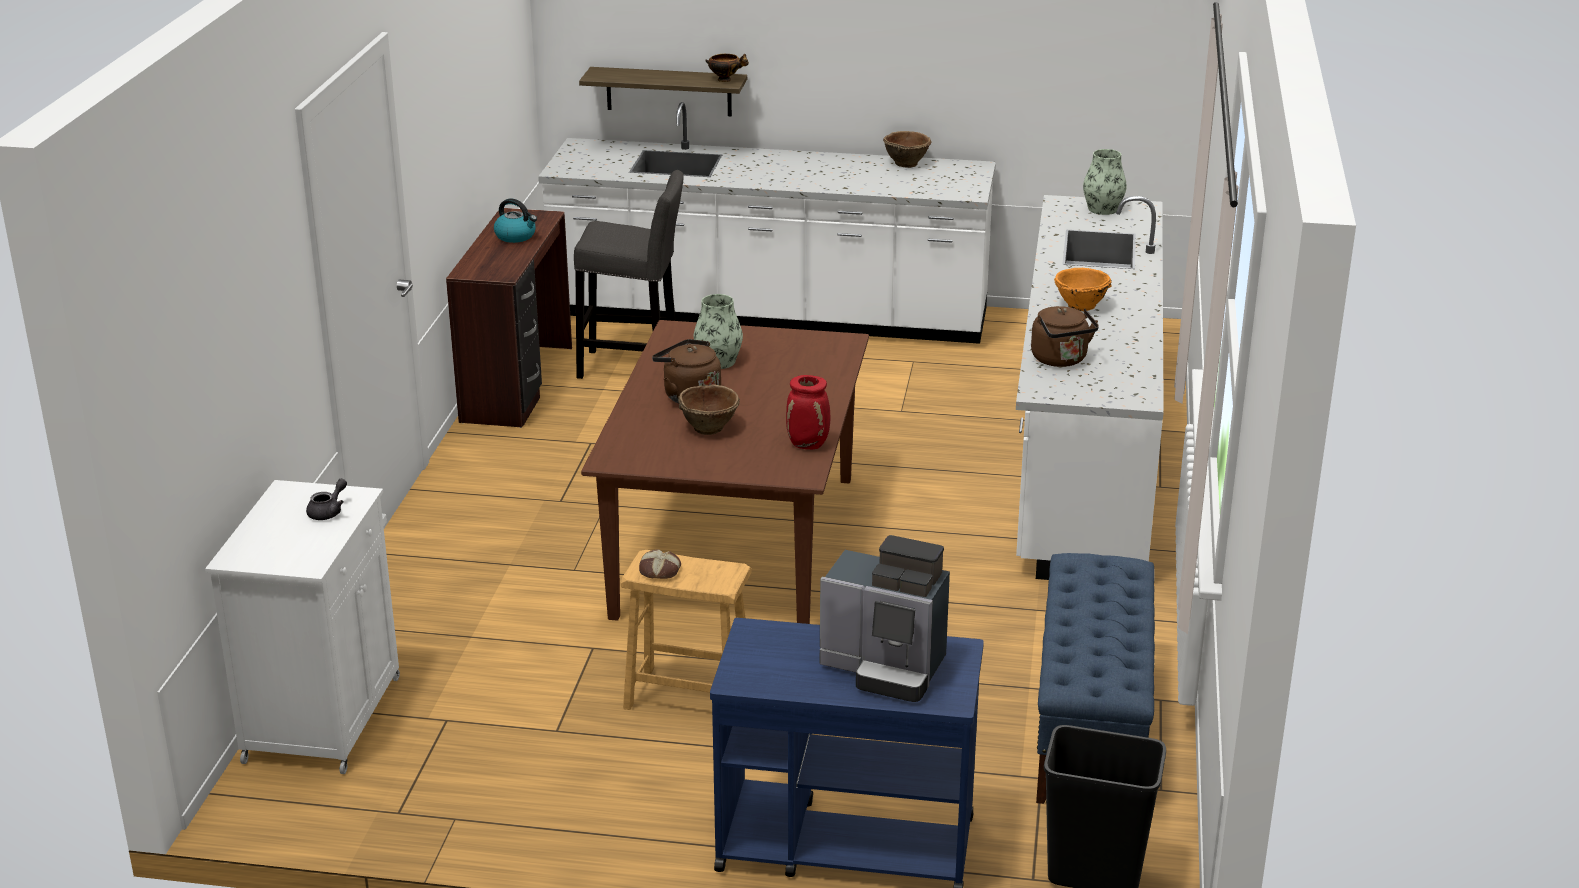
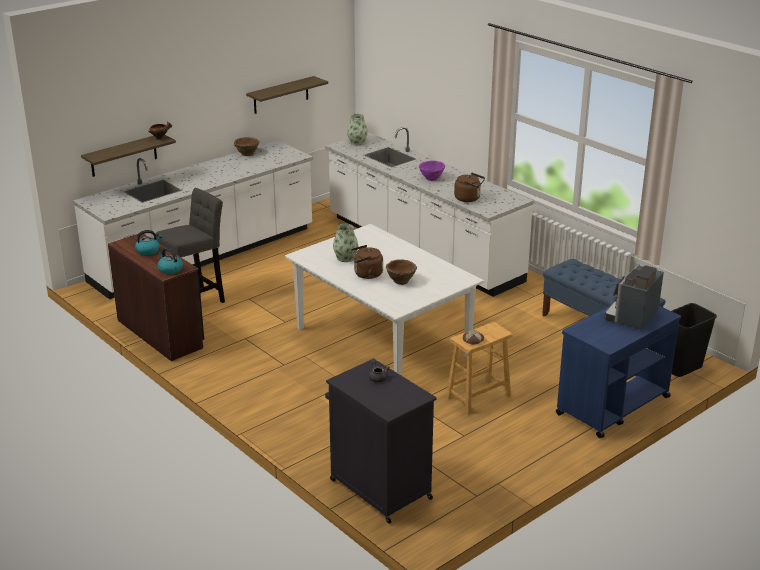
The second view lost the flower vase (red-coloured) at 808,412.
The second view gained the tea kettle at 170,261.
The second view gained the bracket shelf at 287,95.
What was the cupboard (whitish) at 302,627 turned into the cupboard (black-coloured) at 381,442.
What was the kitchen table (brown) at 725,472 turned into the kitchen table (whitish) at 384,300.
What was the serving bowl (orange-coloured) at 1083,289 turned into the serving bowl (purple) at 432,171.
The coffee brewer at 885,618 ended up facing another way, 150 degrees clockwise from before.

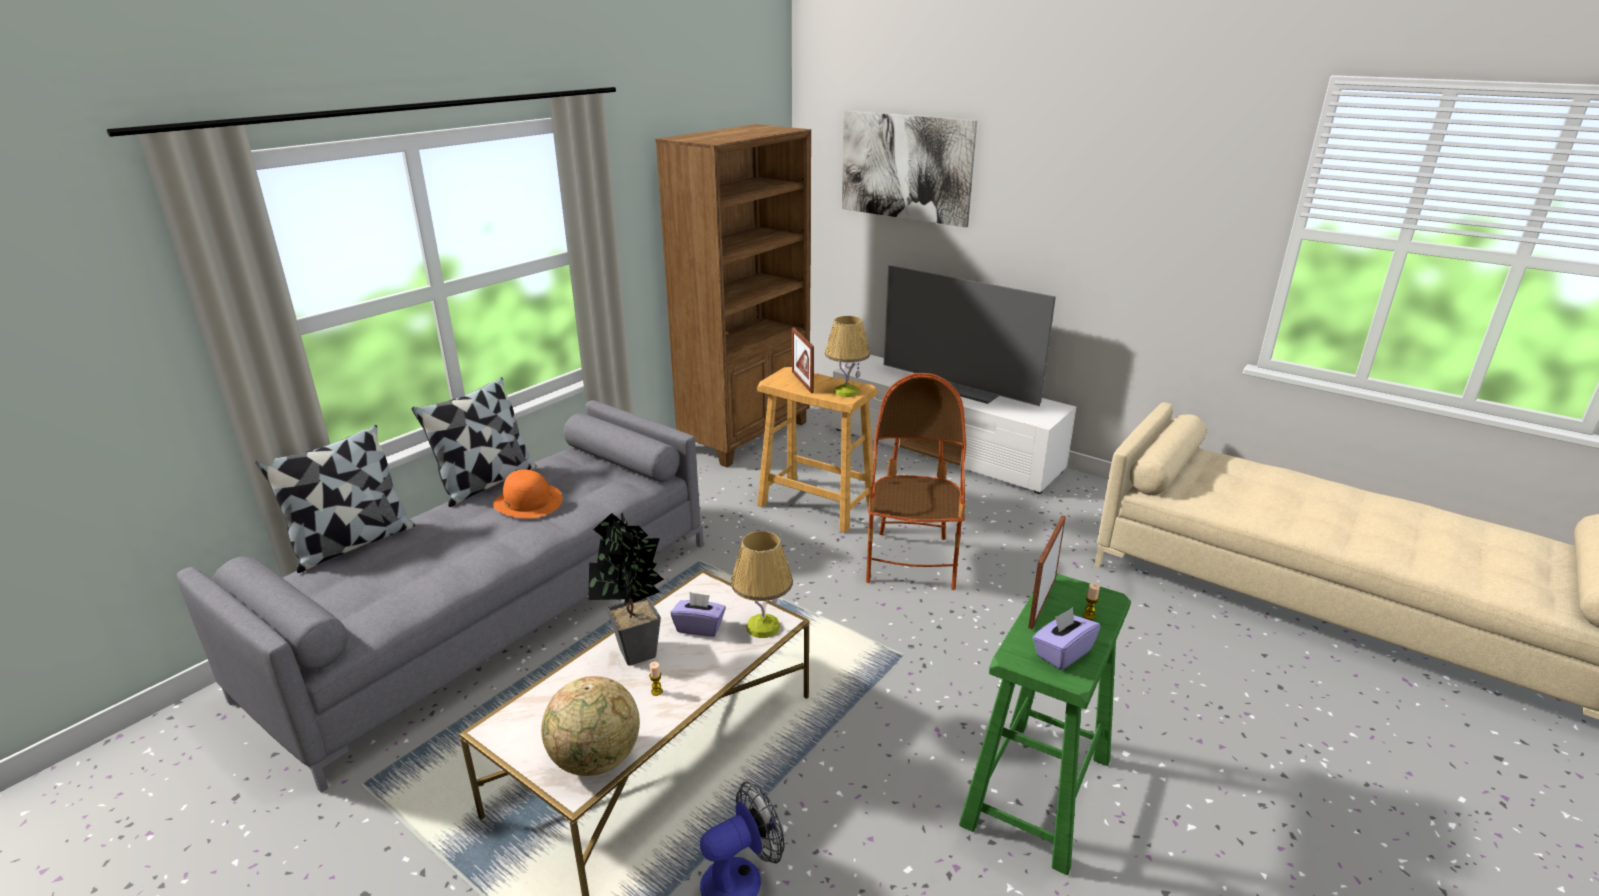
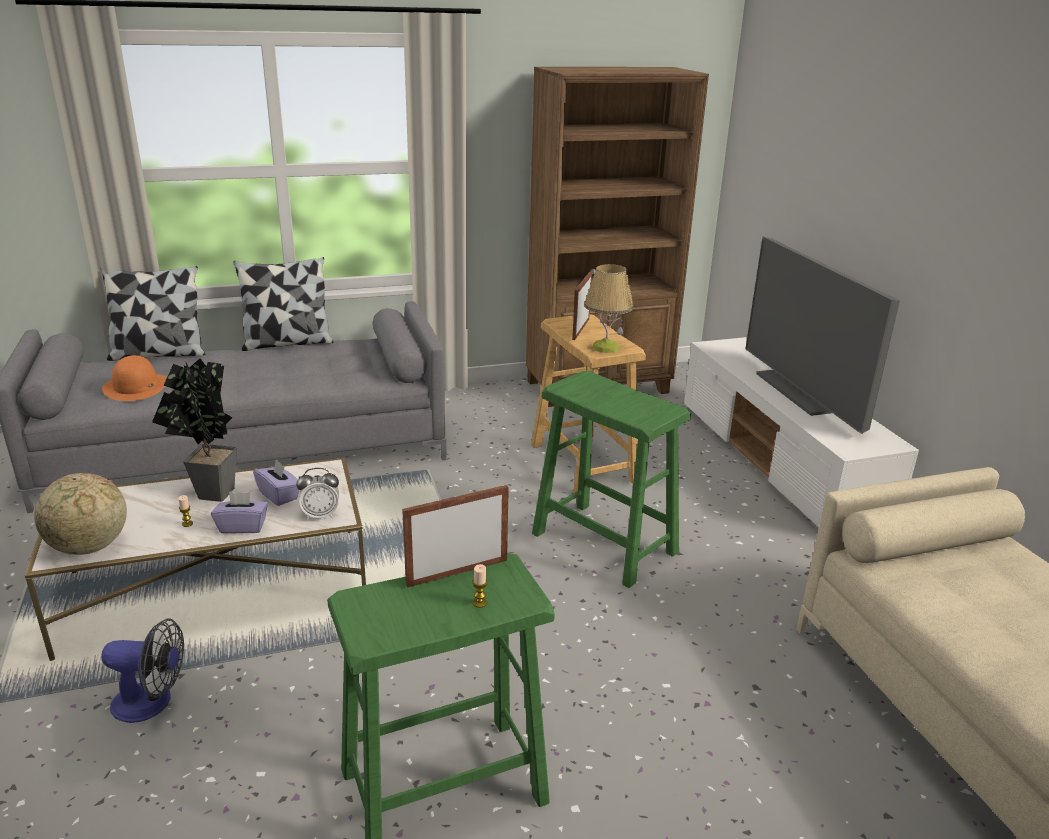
The second view lost the picture at 909,169.
The hat (orange-coloured) ended up elsewhere, having gone from 527,494 to 134,378.
The tissue holder (purple) ended up elsewhere, having gone from 1067,638 to 239,512.
Where the tabletop lamp stood at 762,584, the table clock came to stand at 317,494.
Where the lounge chair stood at 916,481, the sitting stool (greenish) came to stand at 611,479.

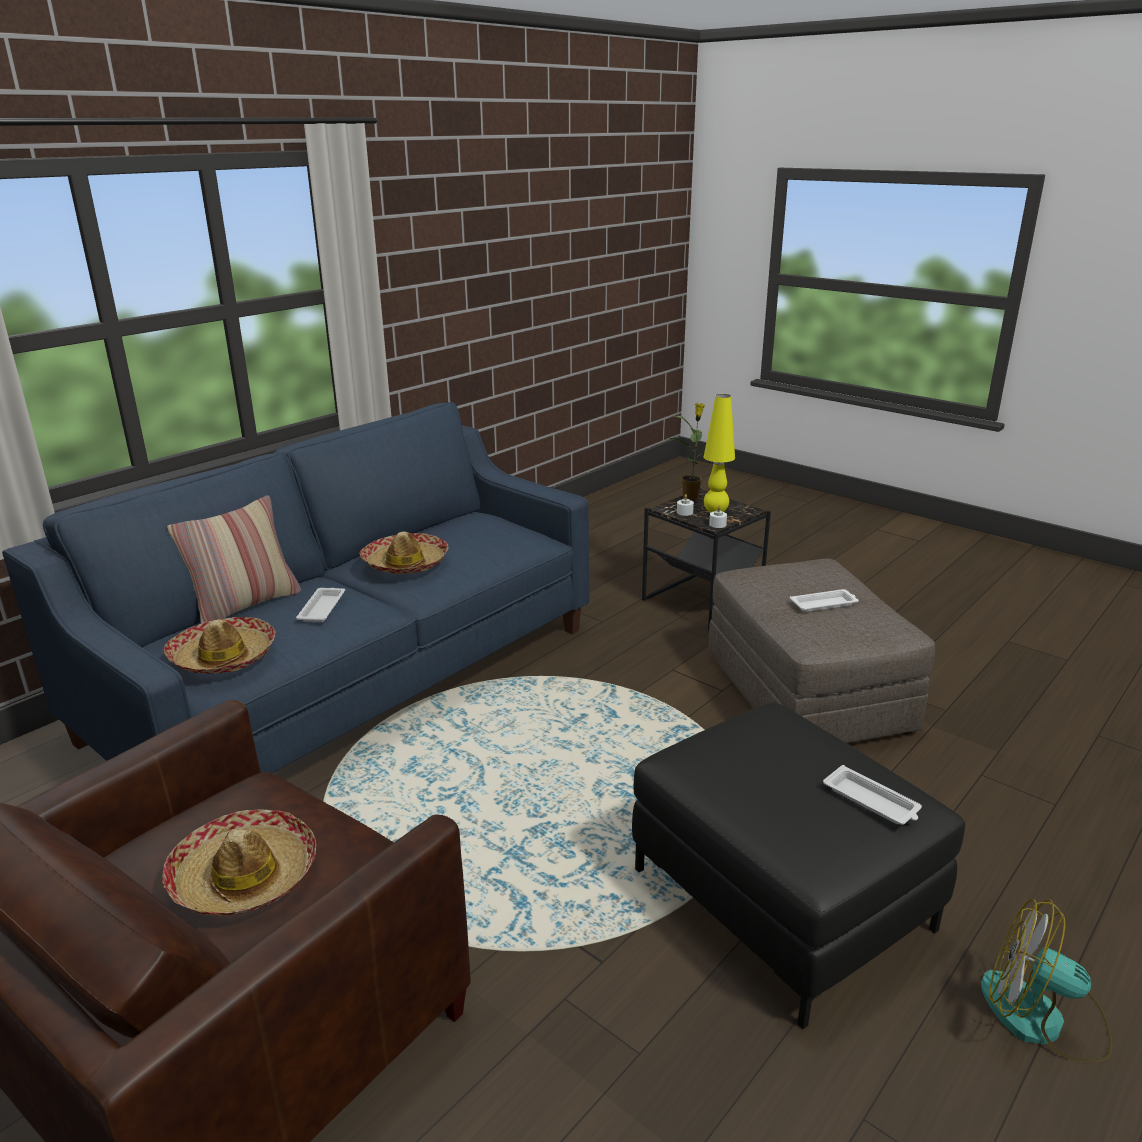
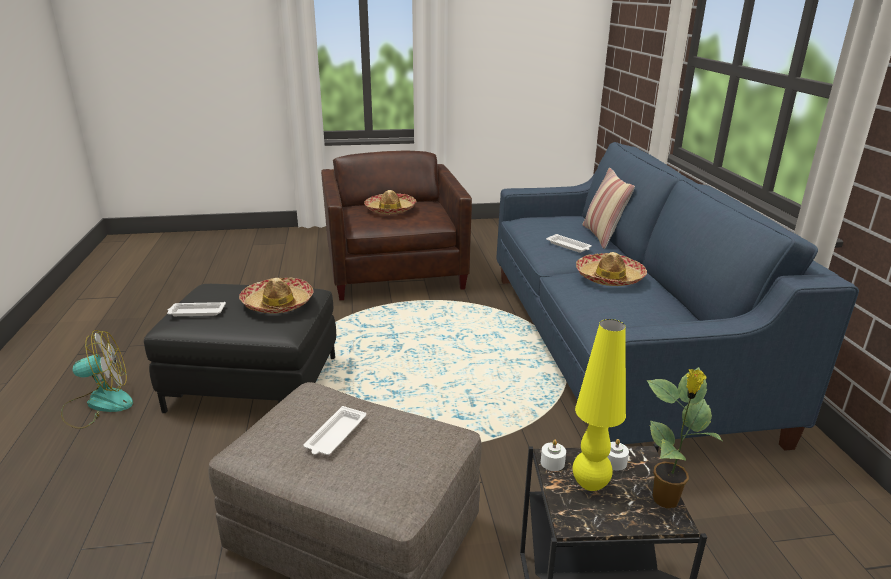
The hat ended up elsewhere, having gone from 219,645 to 276,296.

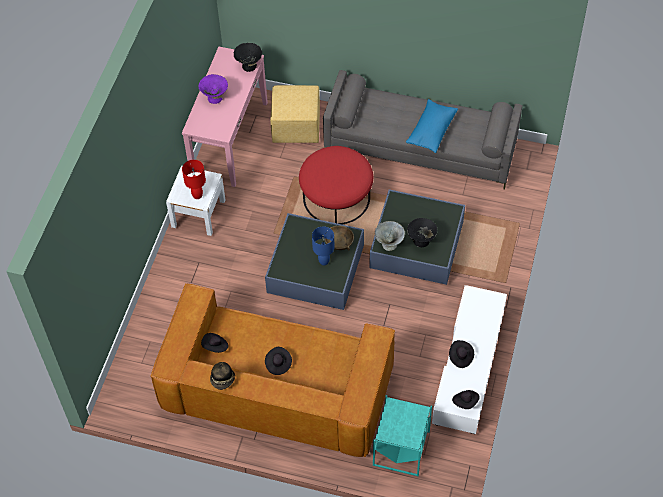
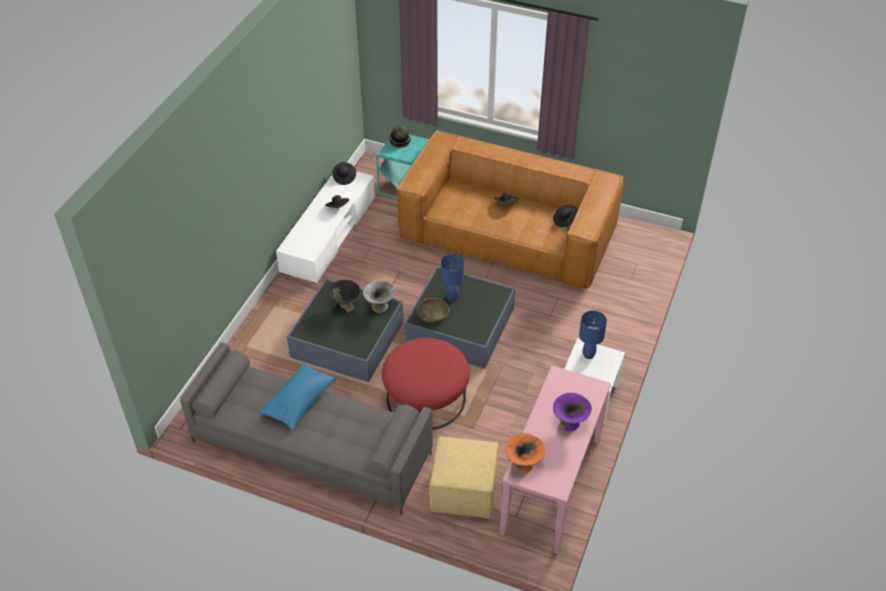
The hat ended up elsewhere, having gone from 222,376 to 400,136.
What was the tabletop lamp (red-coloured) at 194,179 turned into the tabletop lamp (blue-coloured) at 593,335.
What was the serving bowl (black-coloured) at 248,57 turned into the serving bowl (orange-coloured) at 525,453.

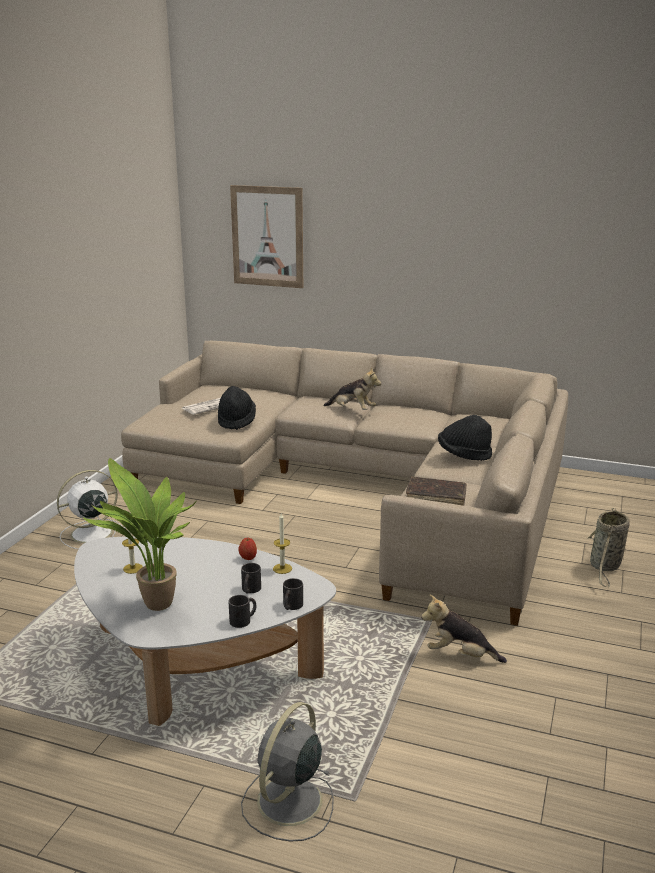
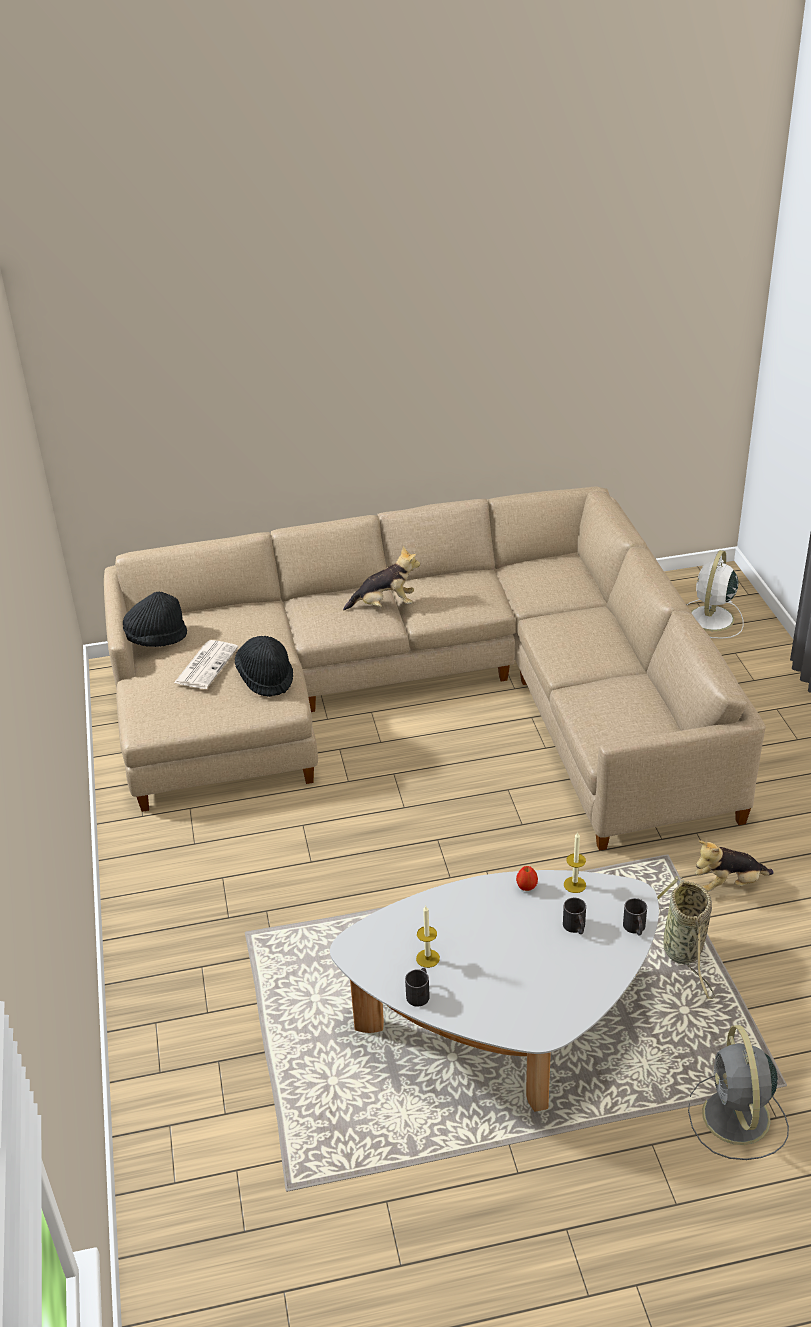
The second view lost the plant in a pot at 139,534.
The second view lost the picture at 266,236.
The second view lost the bound book (brown) at 436,491.
The fan (whitish) ended up elsewhere, having gone from 91,509 to 715,594.
The mug (black-coloured) ended up elsewhere, having gone from 242,611 to 417,987.
The hat (black-coloured) ended up elsewhere, having gone from 465,438 to 155,619.
The basket ended up elsewhere, having gone from 609,548 to 686,937.

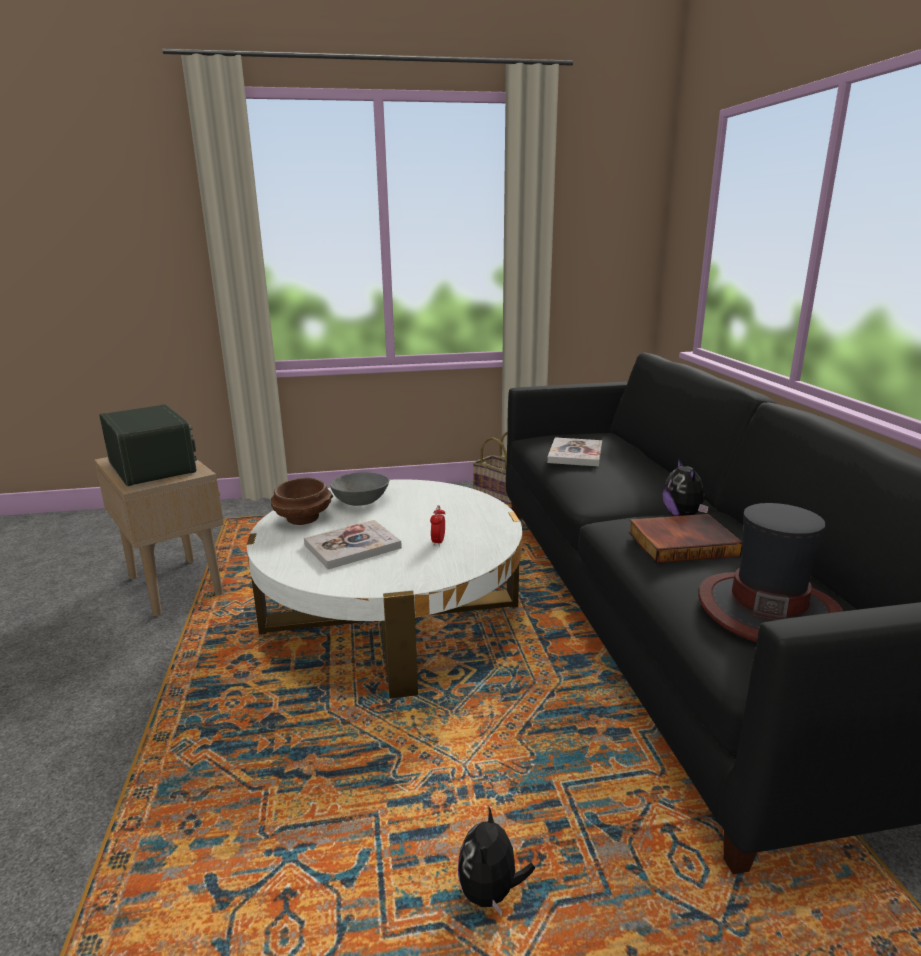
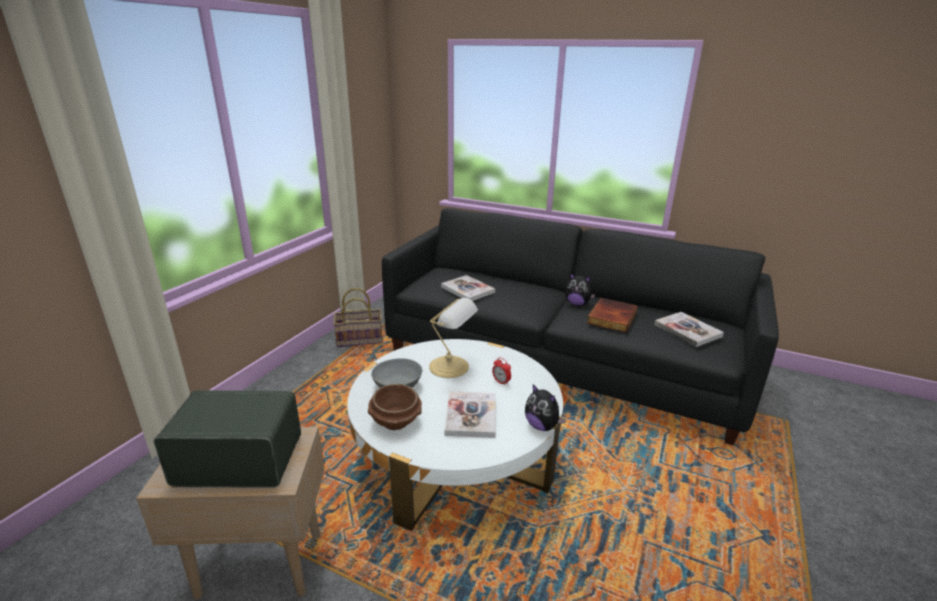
The second view gained the tabletop lamp at 453,338.
The cuddly toy ended up elsewhere, having gone from 496,860 to 545,407.
Where the hat stood at 770,572, the bound book came to stand at 689,329.

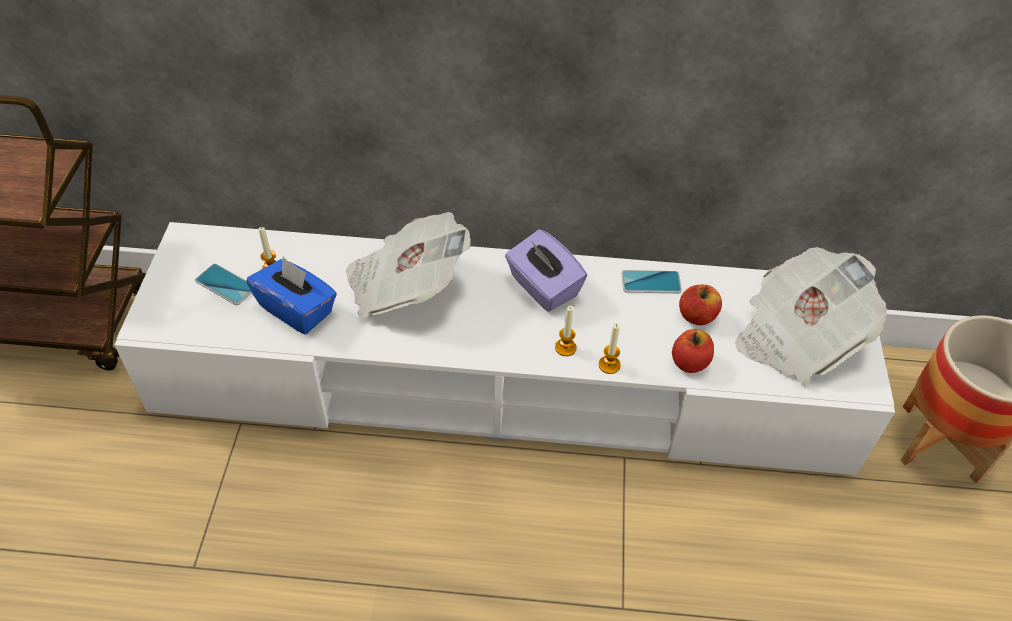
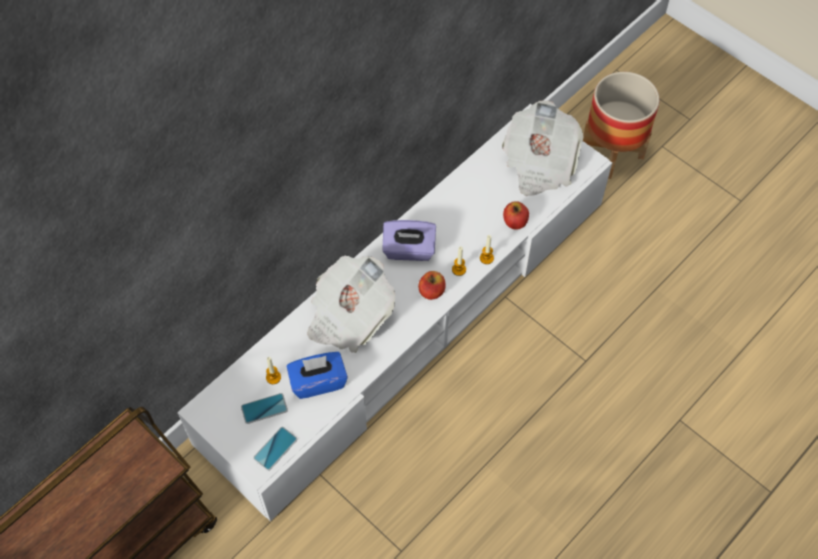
The handset ended up elsewhere, having gone from 651,281 to 275,449.
The apple ended up elsewhere, having gone from 700,305 to 432,285.

